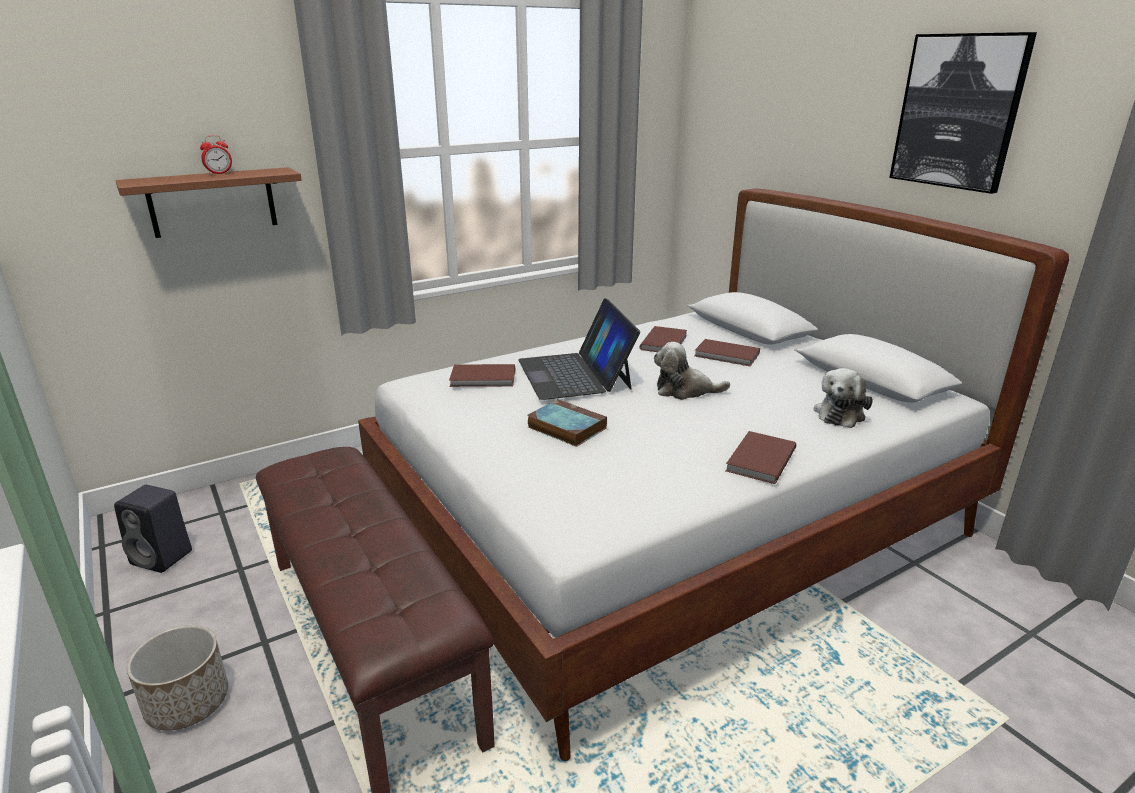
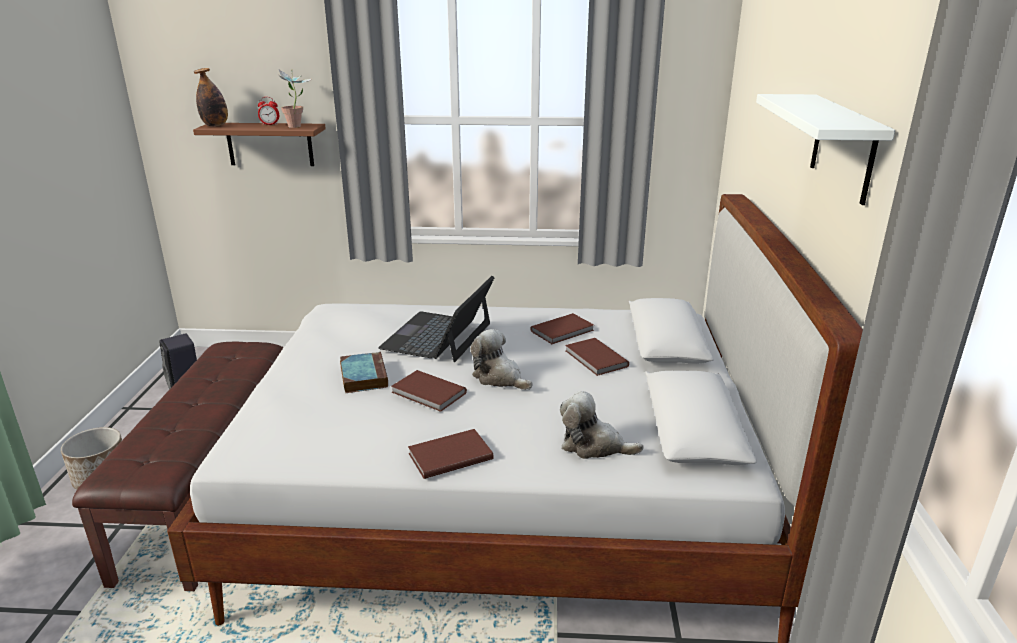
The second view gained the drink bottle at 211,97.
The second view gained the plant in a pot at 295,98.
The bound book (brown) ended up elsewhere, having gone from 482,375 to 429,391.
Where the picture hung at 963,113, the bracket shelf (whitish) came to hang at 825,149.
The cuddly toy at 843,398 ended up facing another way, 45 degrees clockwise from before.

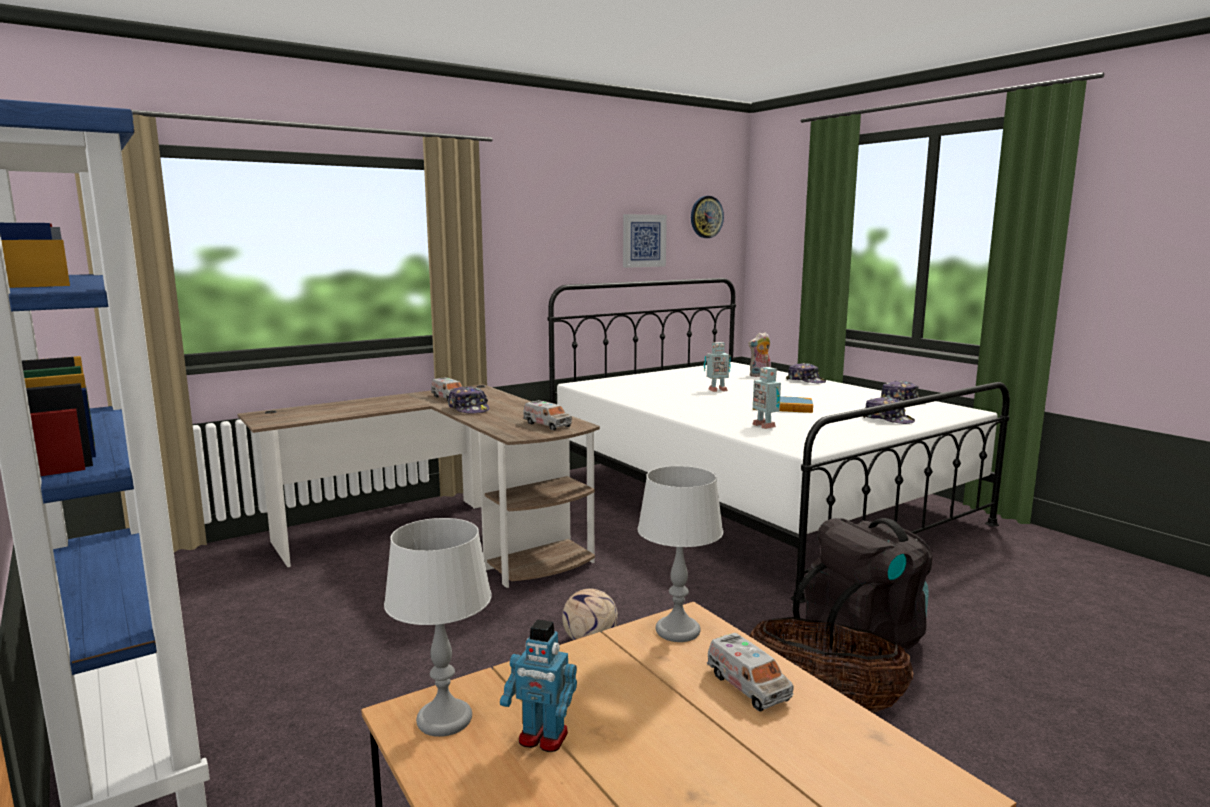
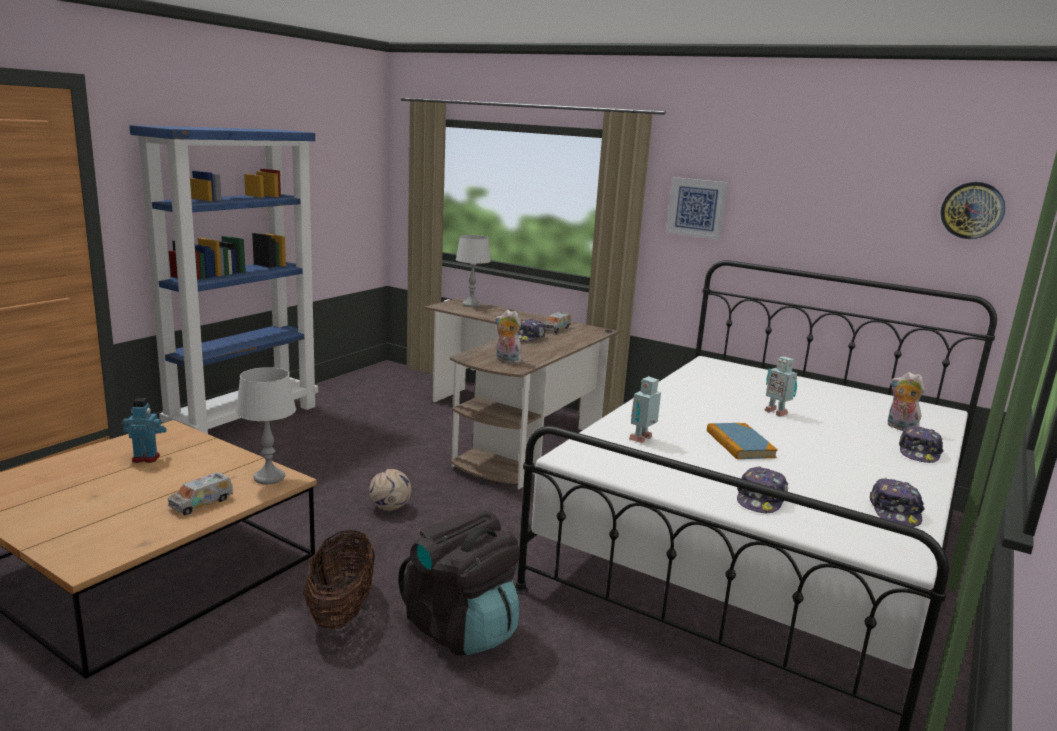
The tabletop lamp (grey) ended up elsewhere, having gone from 438,627 to 473,271.
The picture ended up elsewhere, having gone from 645,241 to 697,208.
Where the toy truck stood at 547,415, the cuddly toy came to stand at 509,337.
The model robot at 538,685 ended up facing another way, 90 degrees clockwise from before.

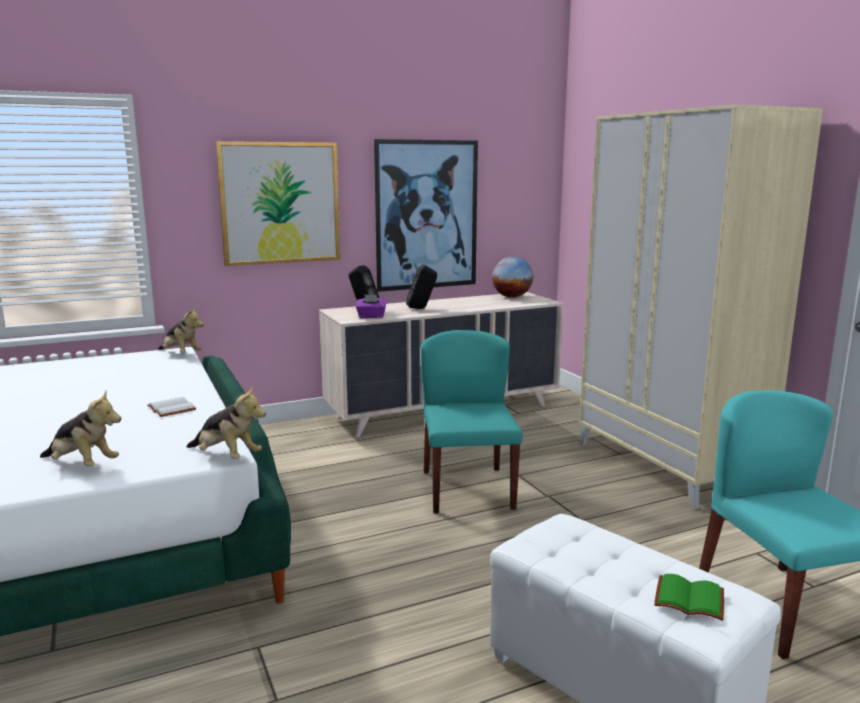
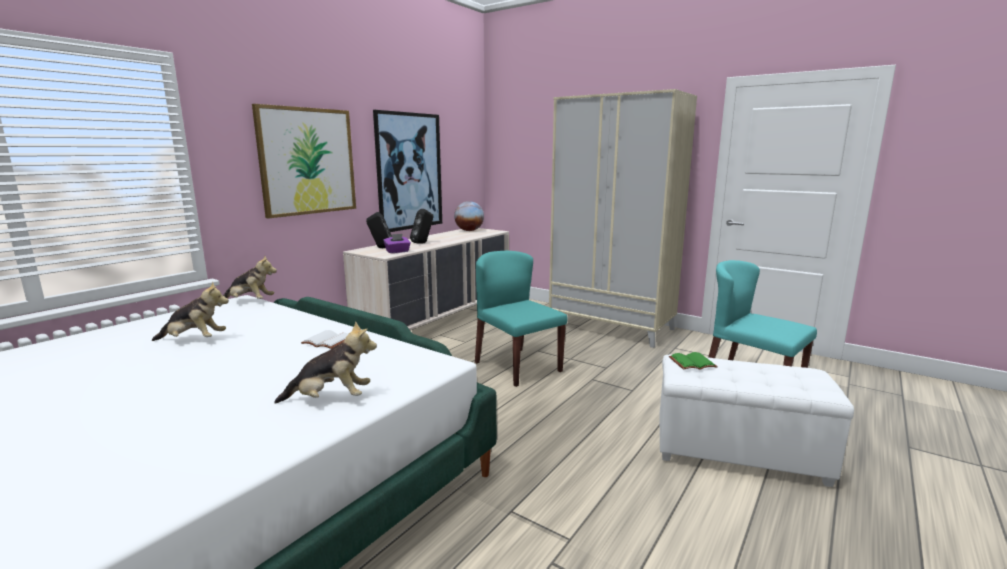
The cuddly toy ended up elsewhere, having gone from 226,422 to 190,311.
The bound book (greenish) ended up elsewhere, having gone from 689,597 to 693,361.

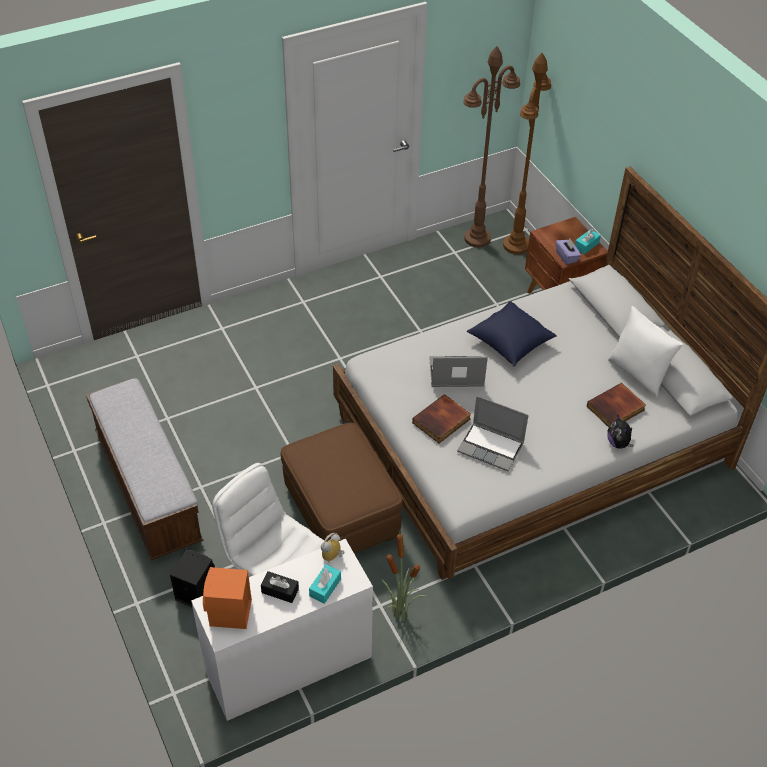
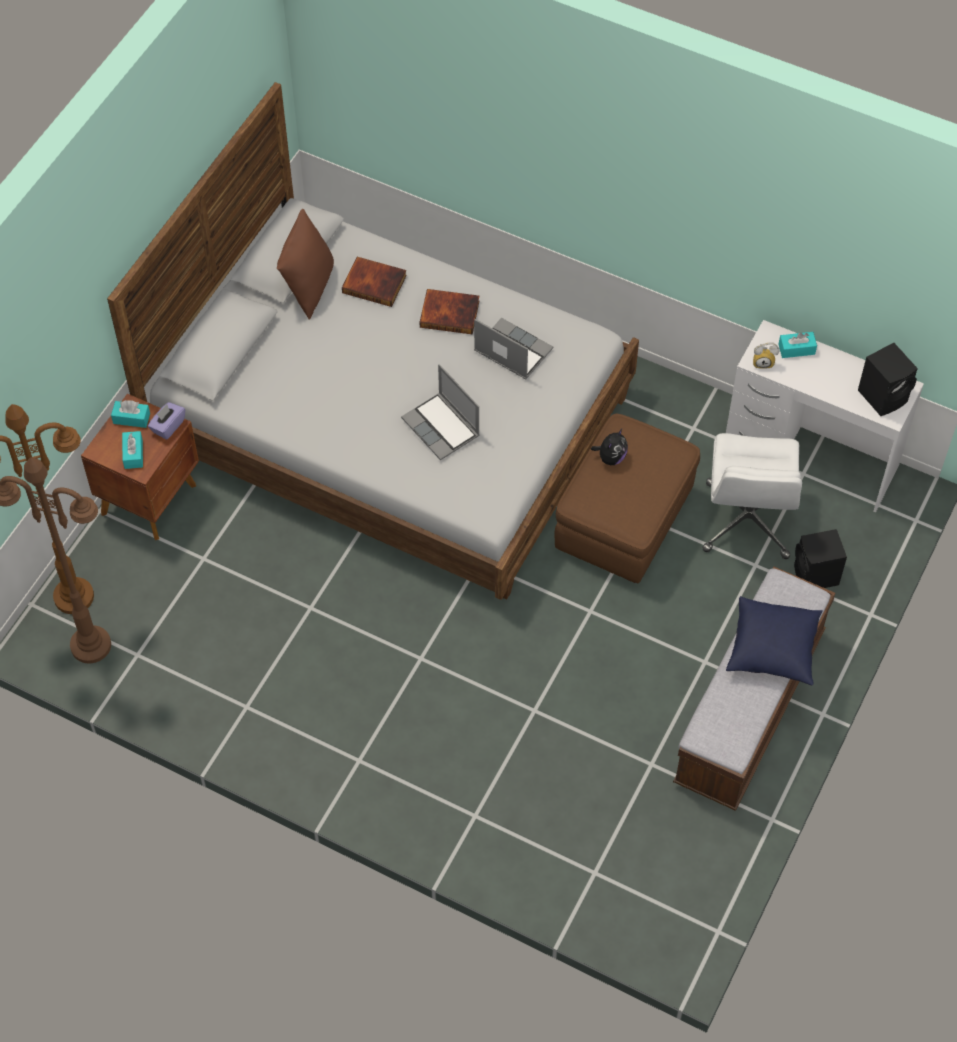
The second view lost the tissue holder (black-coloured) at 280,587.
The second view lost the plant in a pot at 404,576.
The second view gained the tissue holder (blue-green) at 132,450.
The bound book ended up elsewhere, having gone from 441,419 to 449,312.
The throw pillow (blue-coloured) ended up elsewhere, having gone from 512,333 to 774,641.
The cuddly toy ended up elsewhere, having gone from 620,431 to 609,447.
What was the loudspeaker (orange-coloured) at 227,598 turned into the loudspeaker (black-coloured) at 888,379.
What was the throw pillow (whitish) at 645,351 turned into the throw pillow (brown) at 305,264.
The laptop at 493,434 ended up facing another way, 45 degrees counterclockwise from before.

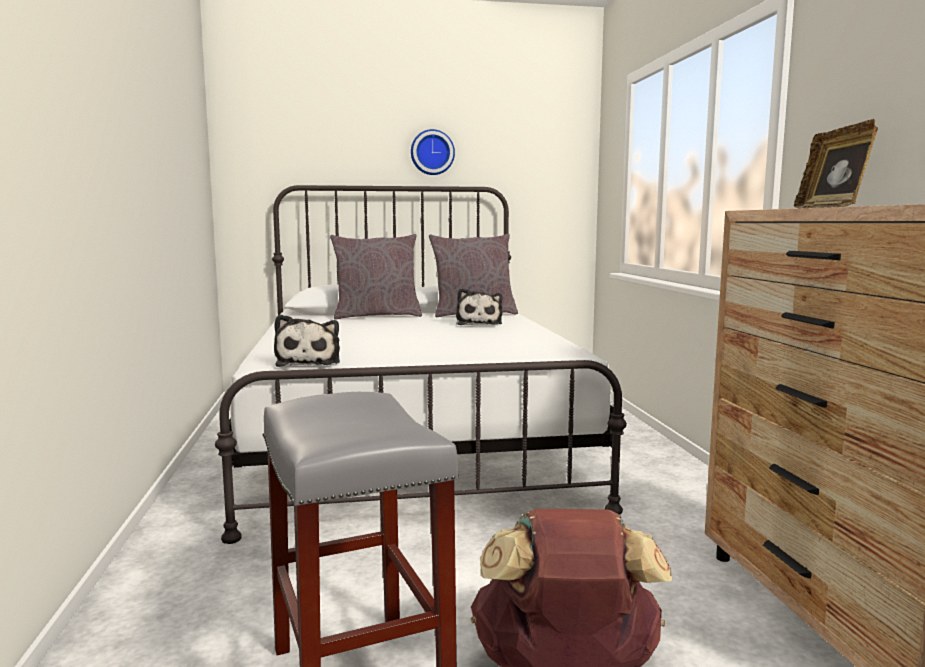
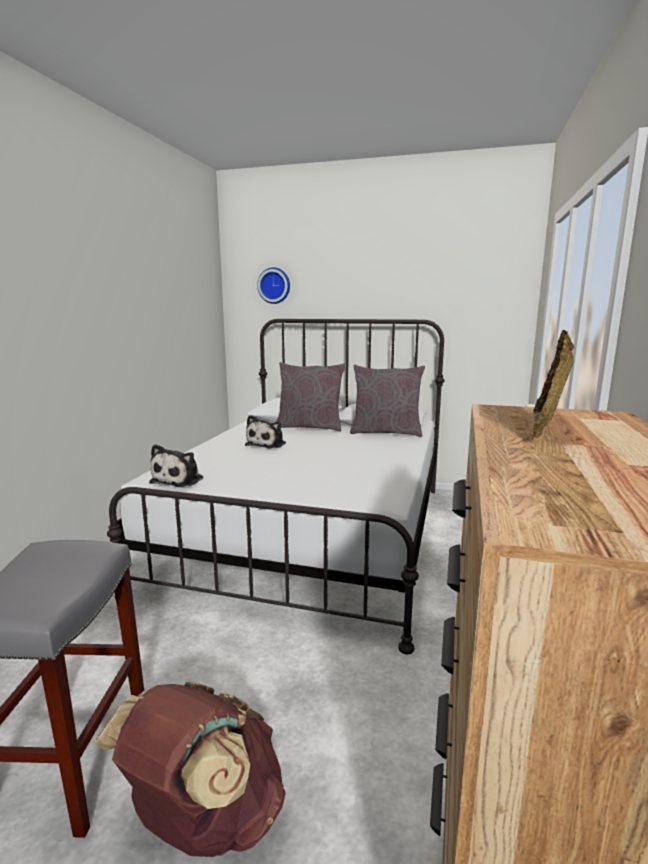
The wall clock ended up elsewhere, having gone from 433,152 to 273,285.
The cuddly toy ended up elsewhere, having gone from 479,306 to 265,431.

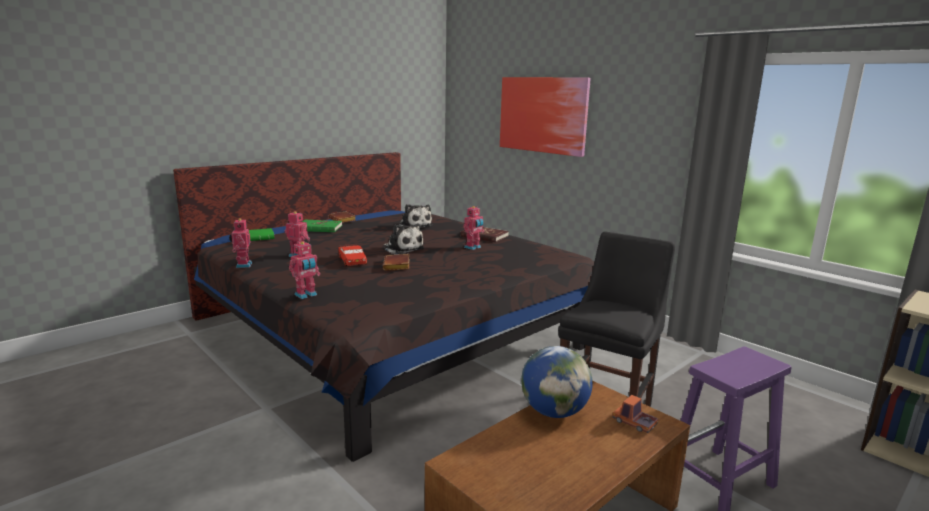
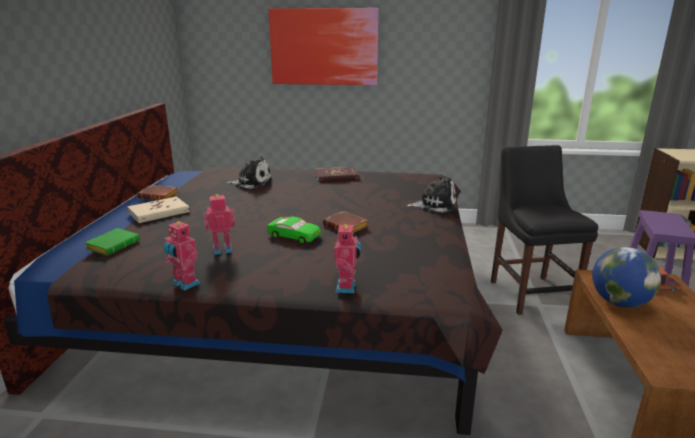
The second view lost the model robot at 473,228.
The cuddly toy ended up elsewhere, having gone from 404,238 to 431,193.
What was the bound book (greenish) at 322,226 turned into the bound book (beige-coloured) at 158,210.
What was the miniature car (red-coloured) at 352,255 turned into the miniature car (greenish) at 294,230.

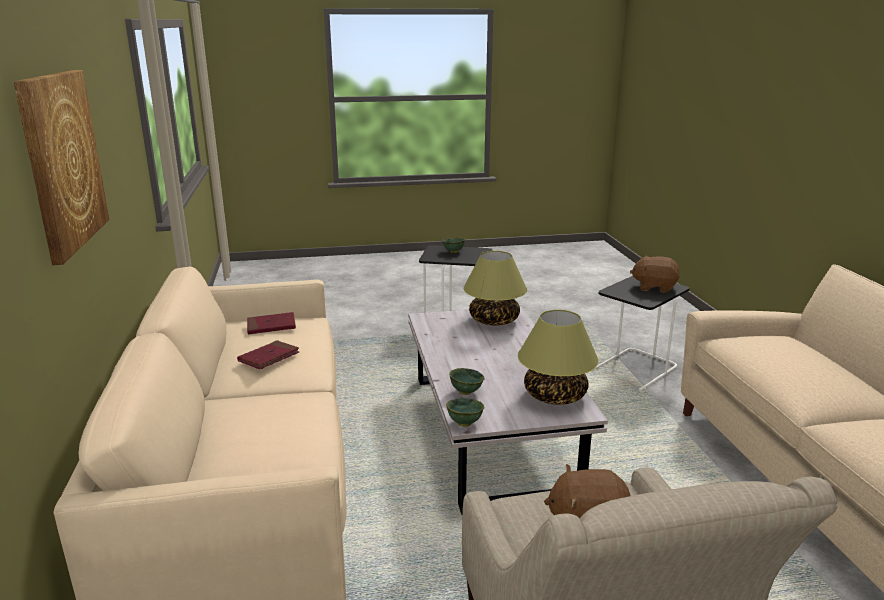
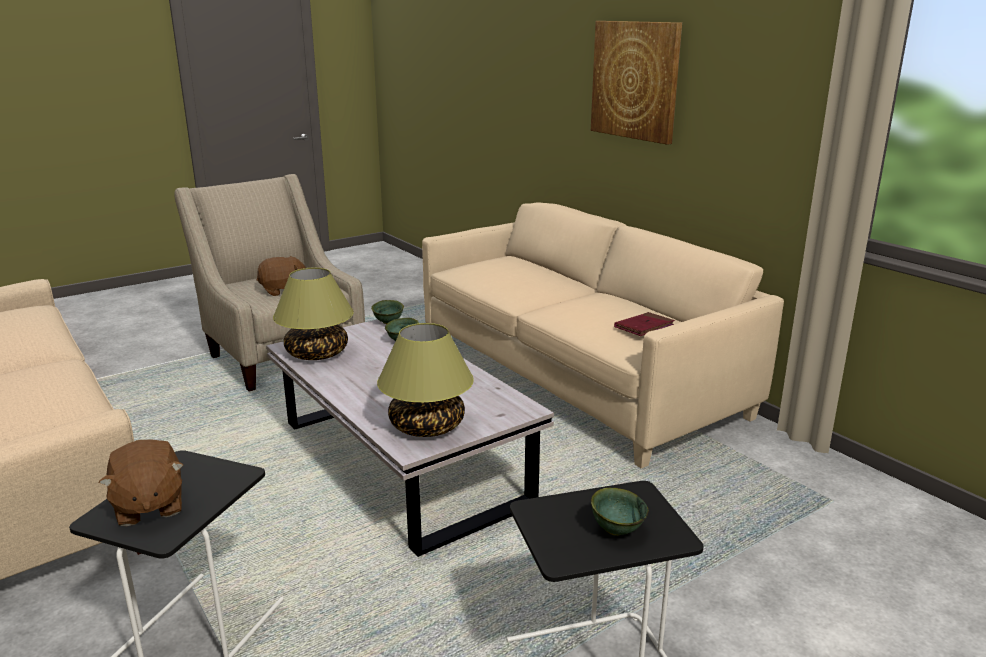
The second view lost the bound book (red-coloured) at 268,354.
The cuddly toy (brown) at 655,274 ended up facing another way, 75 degrees clockwise from before.

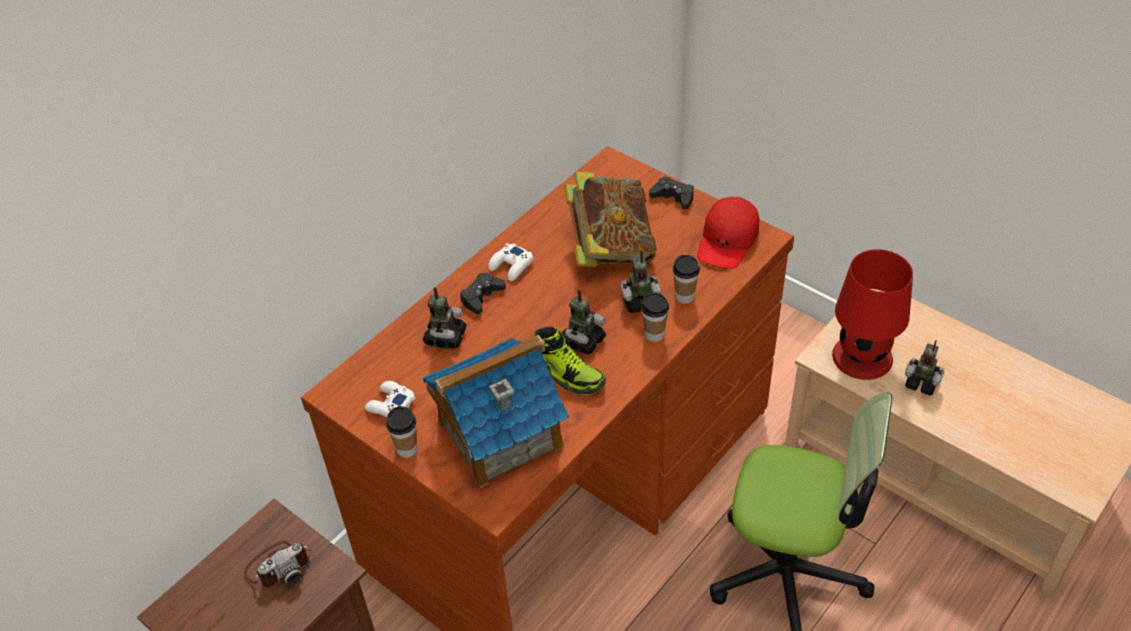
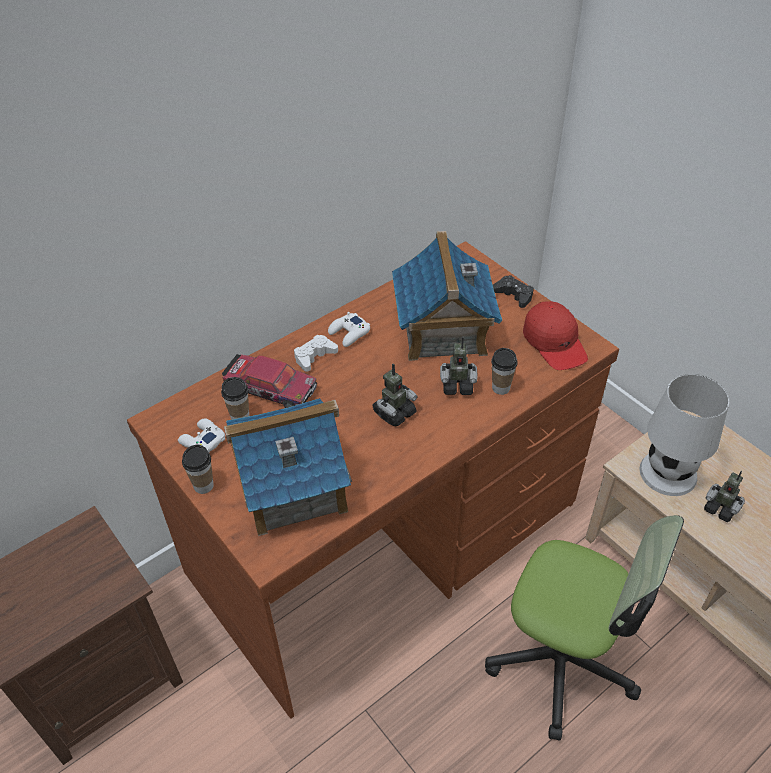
The second view lost the photo camera at 277,564.
The second view lost the shoe at 569,360.
The small cup ended up elsewhere, having gone from 655,317 to 235,398.
Where the model robot stood at 445,318, the miniature car came to stand at 269,381.
Where the bound book stood at 610,219, the miniature house came to stand at 447,296.
What was the gamepad (black-coloured) at 483,293 turned into the gamepad (whitish) at 316,353.
What was the tabletop lamp (red-coloured) at 872,314 turned into the tabletop lamp (whitish) at 684,435.
The peaked cap (red-coloured) at 728,233 ended up facing another way, 60 degrees counterclockwise from before.

